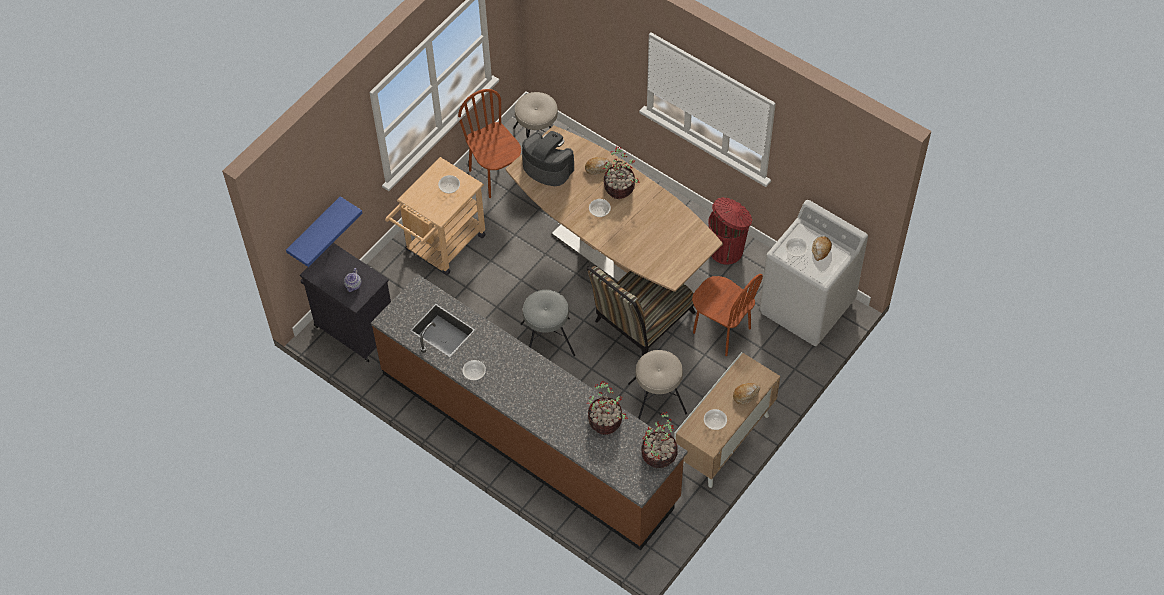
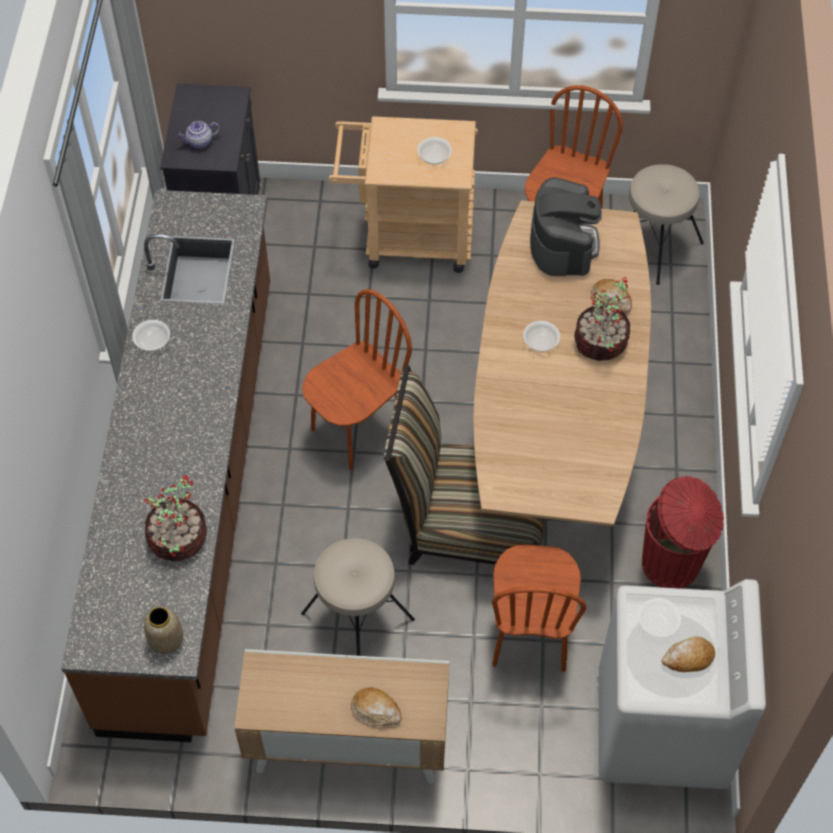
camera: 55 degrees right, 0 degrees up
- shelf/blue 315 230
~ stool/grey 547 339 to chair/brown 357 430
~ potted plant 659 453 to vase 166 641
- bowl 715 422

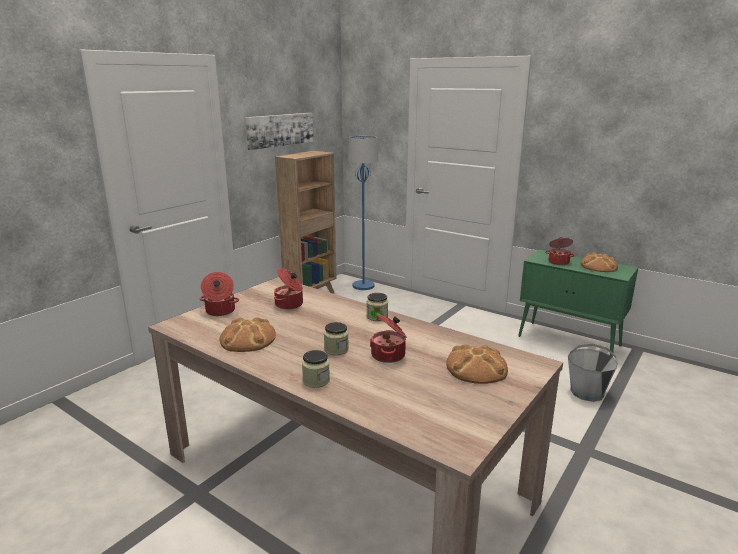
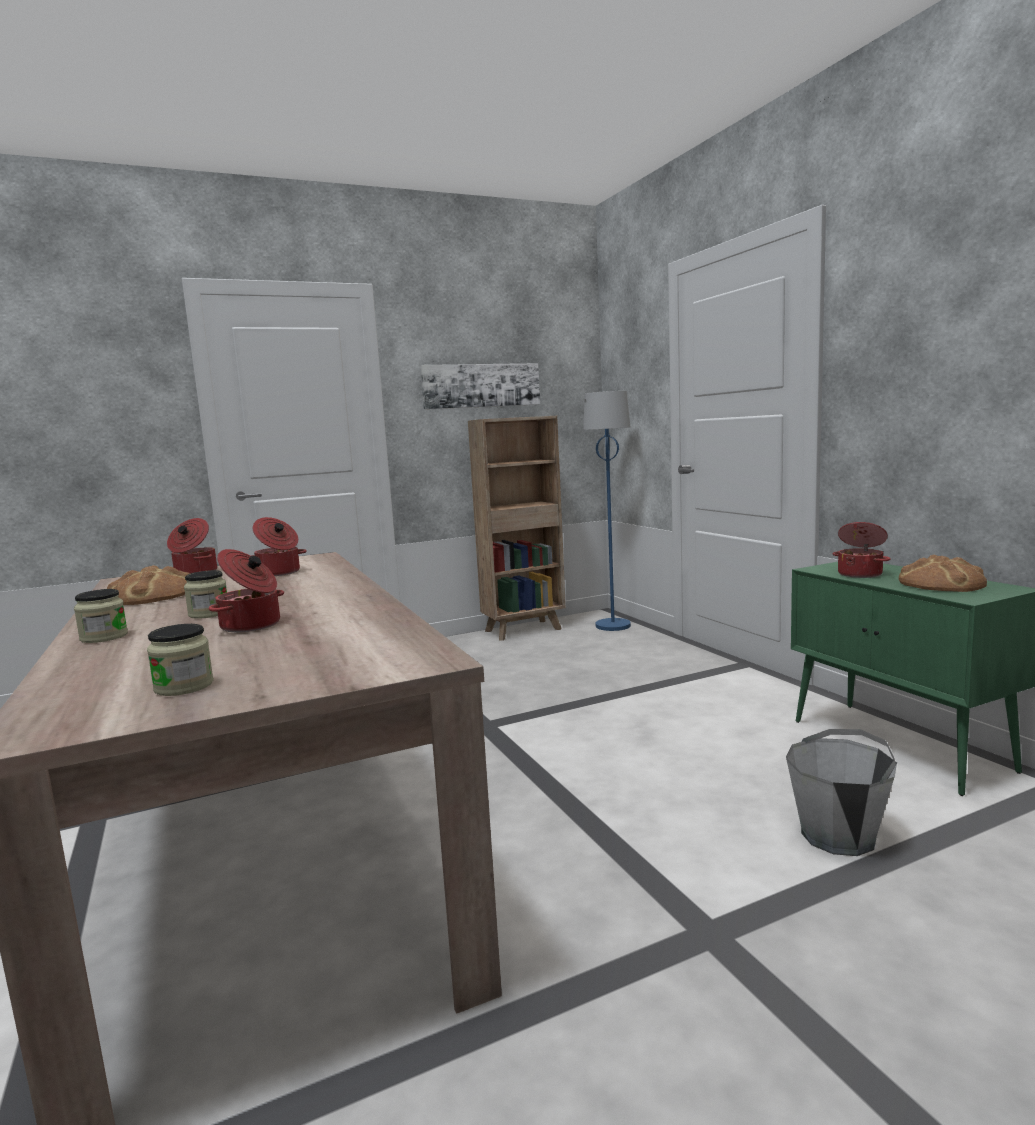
camera: 30 degrees right, 10 degrees down
~ jar 377 317 to 184 686
- bread 476 368

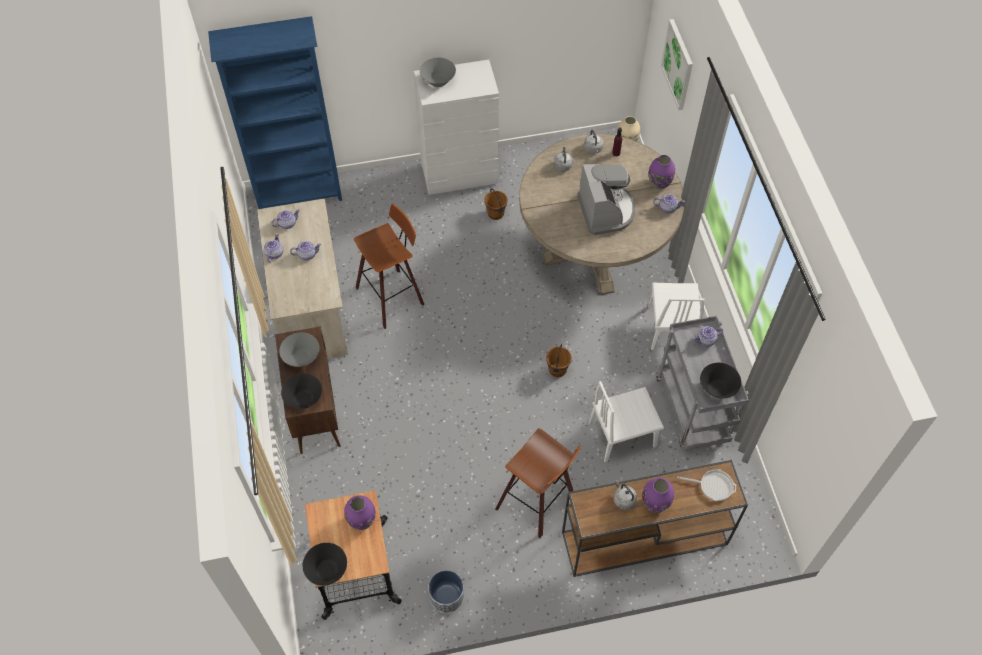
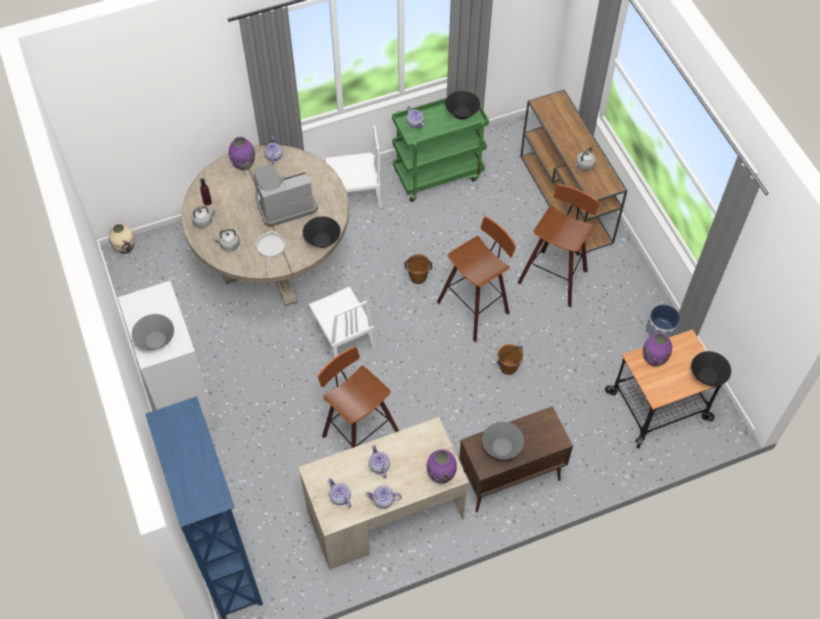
camera: 100 degrees left, 0 degrees up
~ bowl/black 304 398 to 322 240
~ bucket/brown 496 214 to 508 367
~ chair/white 622 434 to 343 337
~ vase/purple 655 503 to 441 474
~ cart/grey 693 411 to cart/green 438 174
- picture 678 64
~ frying pan 713 485 to 270 248
+ stool 475 307

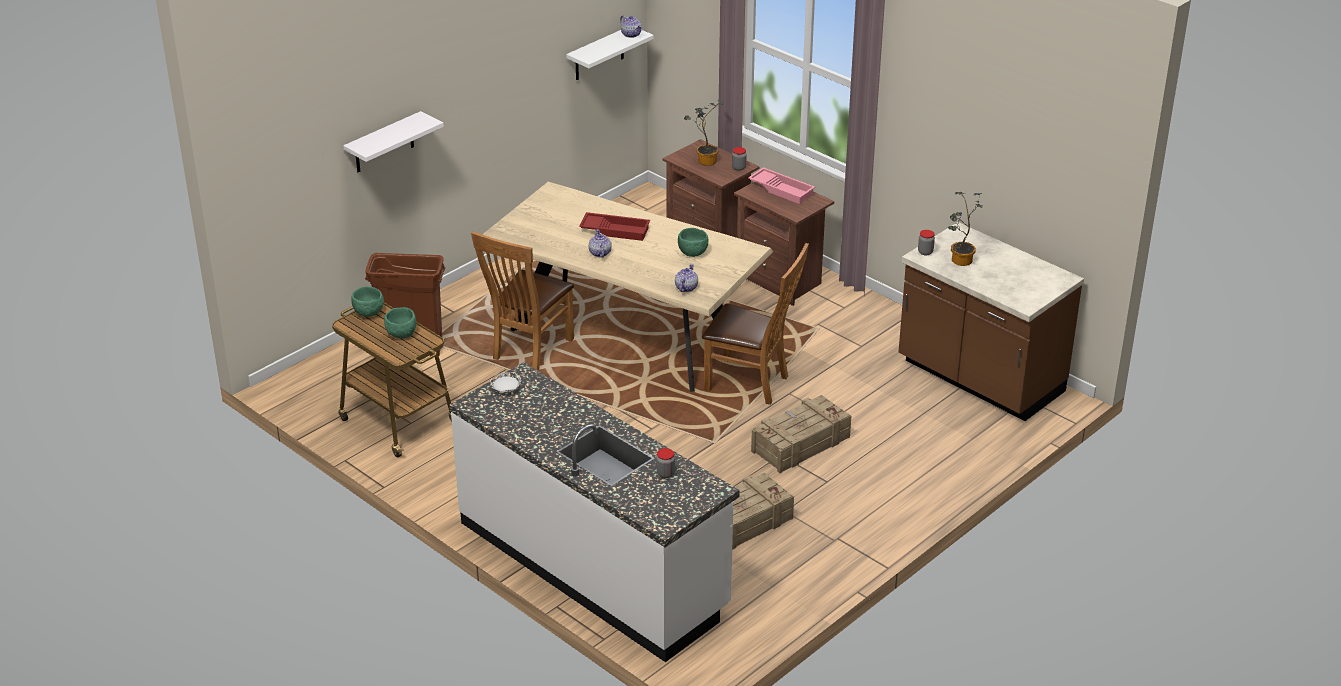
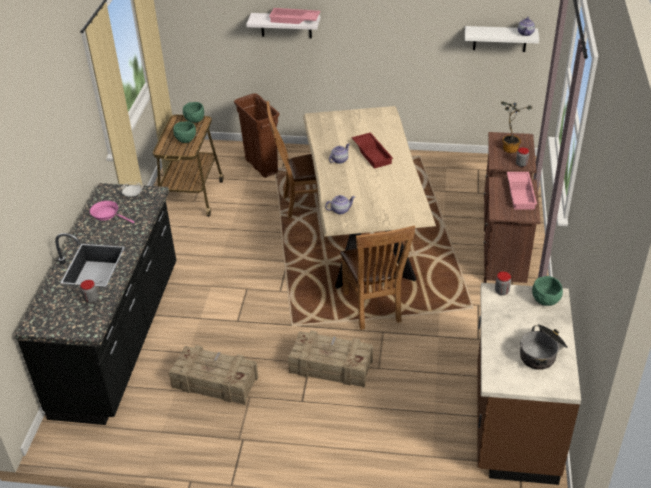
camera: 55 degrees right, 5 degrees up
~ counter/white 593 566 to counter/black 120 338
~ bowl/green 692 253 to 544 300
- potted plant 959 261
+ frying pan/pink 107 214
+ tray/pink 294 20
+ cooking pot 542 353

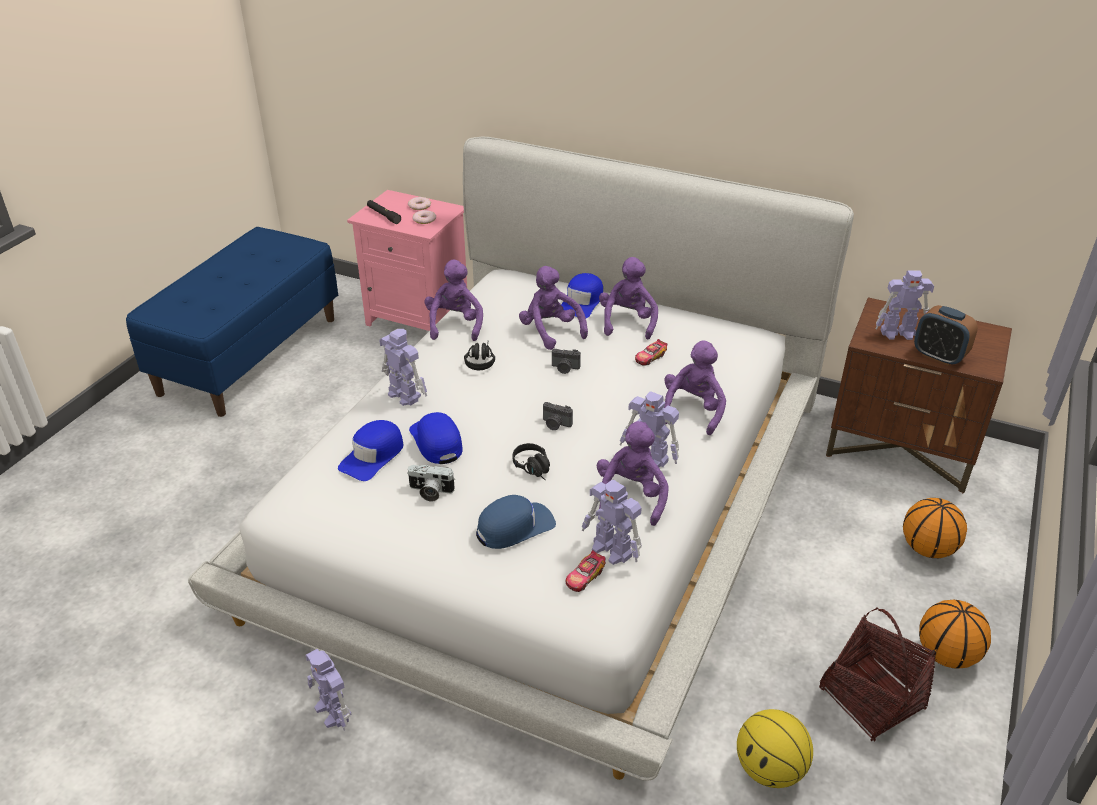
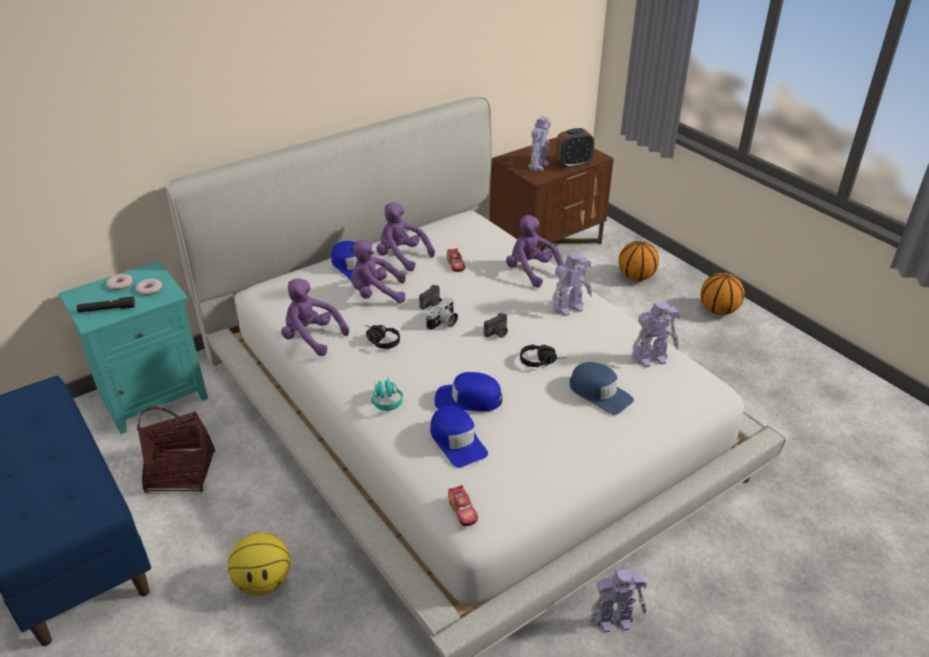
camera: 60 degrees left, 0 degrees up
~ nightstand/pink 419 318 to nightstand/turquoise 154 395
~ toy robot 403 395 to headphones/turquoise 386 398
~ photo camera 430 492 to 443 323
~ cap/blue 515 527 = 599 393 135 degrees clockwise
~ toy car 584 577 to 463 510
- plush toy/purple 631 497
~ basketball 770 770 to 264 582
~ basket 871 699 to 181 472

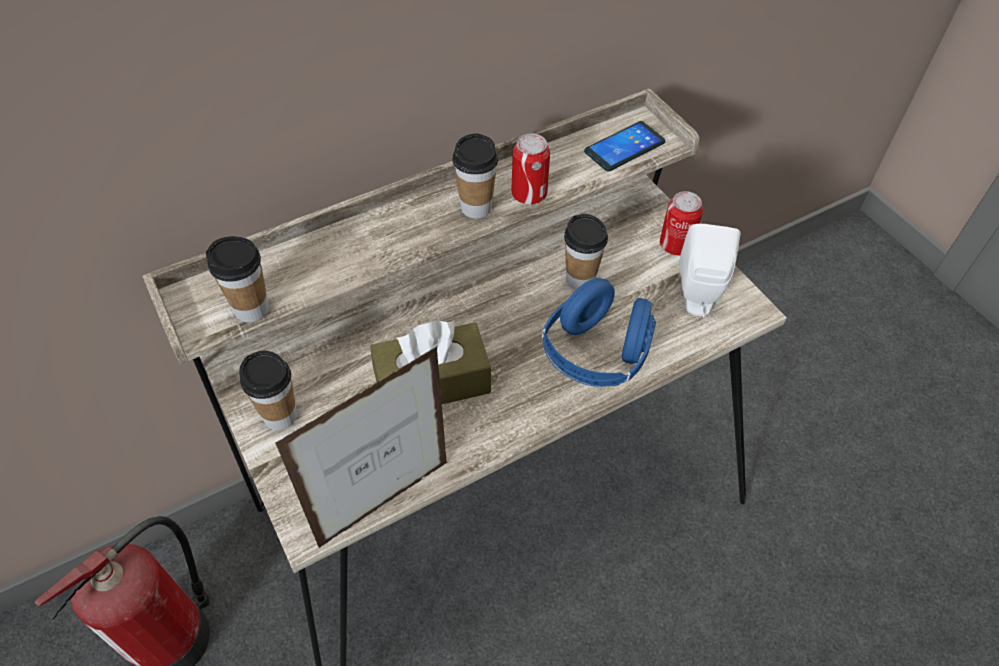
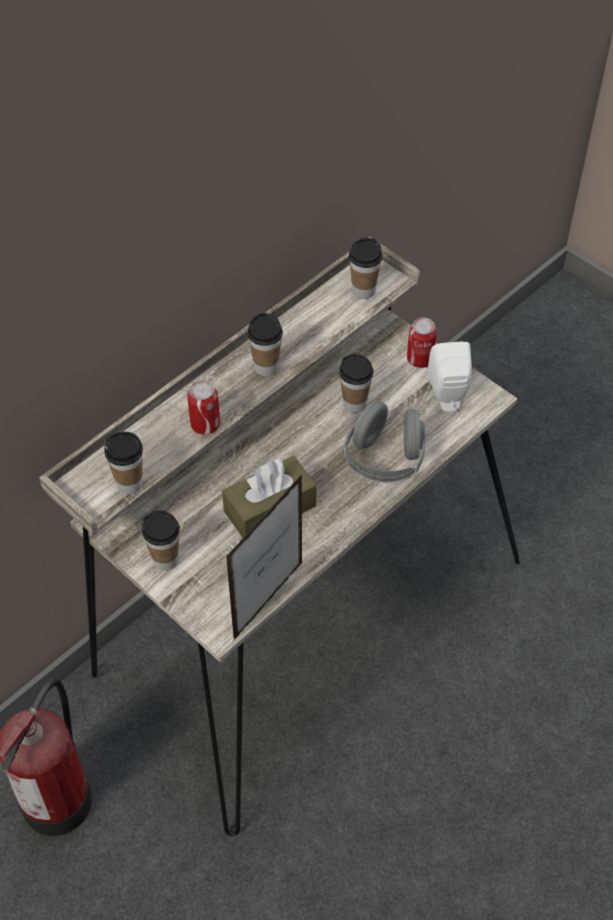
camera: 15 degrees left, 0 degrees up
~ can 529 194 to 205 424
~ headphones/blue 596 355 to headphones/grey 384 459
~ phone 624 147 to cup 363 291

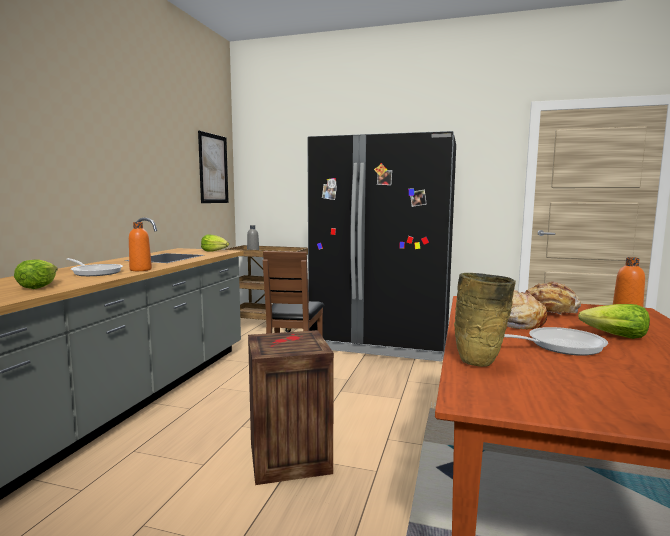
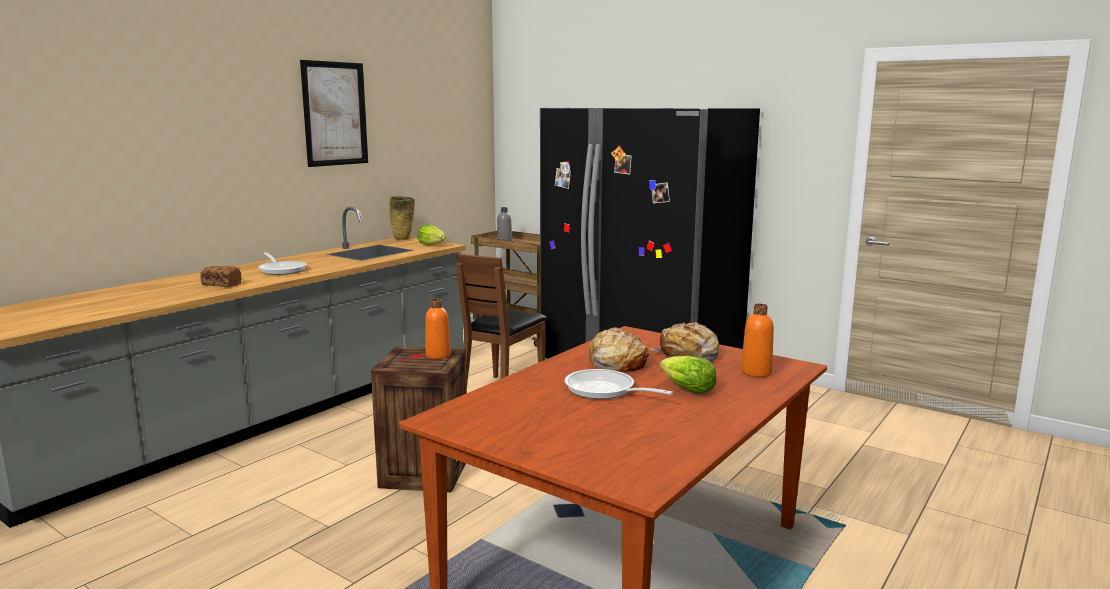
camera: 20 degrees right, 5 degrees up
~ lettuce 38 286 to bread 221 284
~ bottle/orange 140 270 to 438 355
~ picture 213 169 to 335 114
~ vase/beige 481 363 to 403 239
~ frying pan 559 346 = 605 391 150 degrees counterclockwise

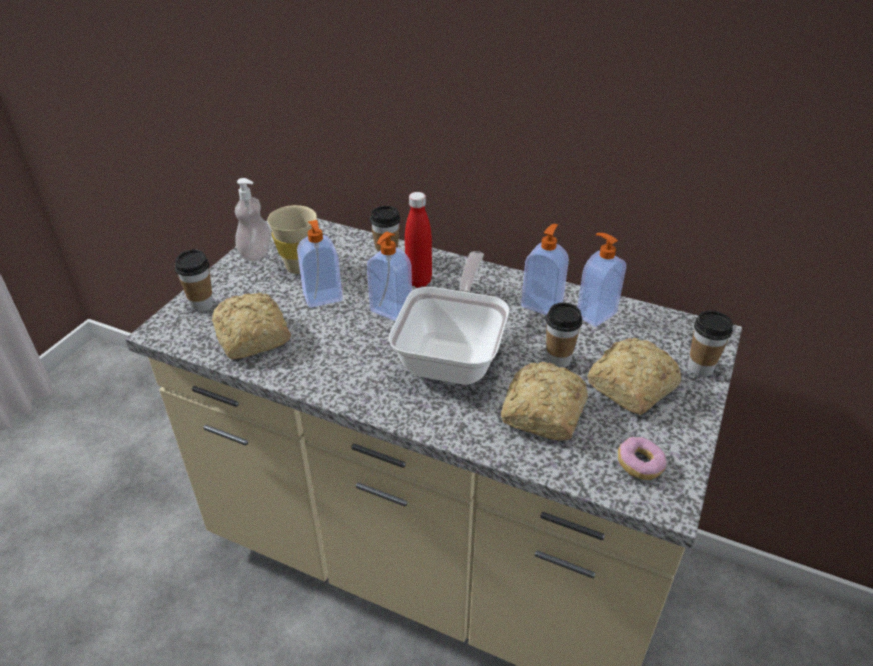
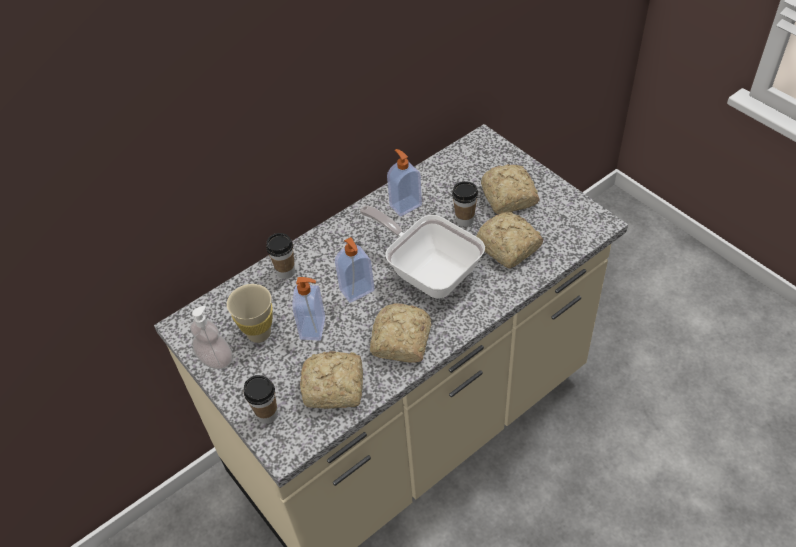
camera: 60 degrees left, 10 degrees up
- bottle/red 418 281
- soap dispenser 595 314
- donut 639 465
- cup 700 368
+ bread 400 342

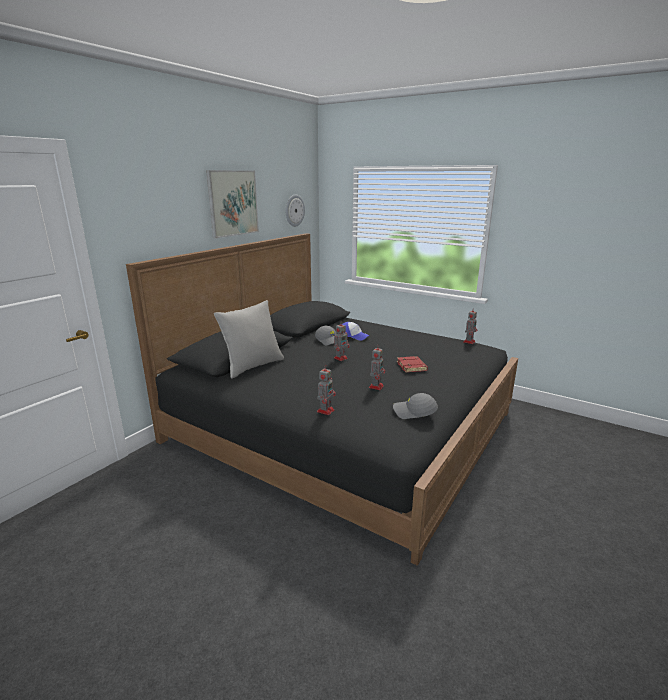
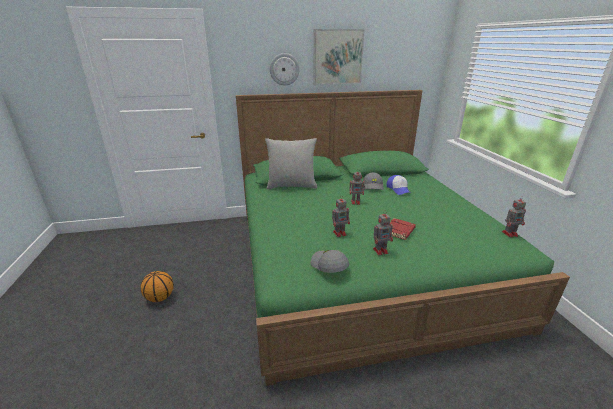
camera: 45 degrees right, 5 degrees up
~ bed/black 342 426 to bed/green 358 261
~ wall clock 294 210 to 284 69
~ toy robot 326 410 to 381 250
+ basketball 160 297

